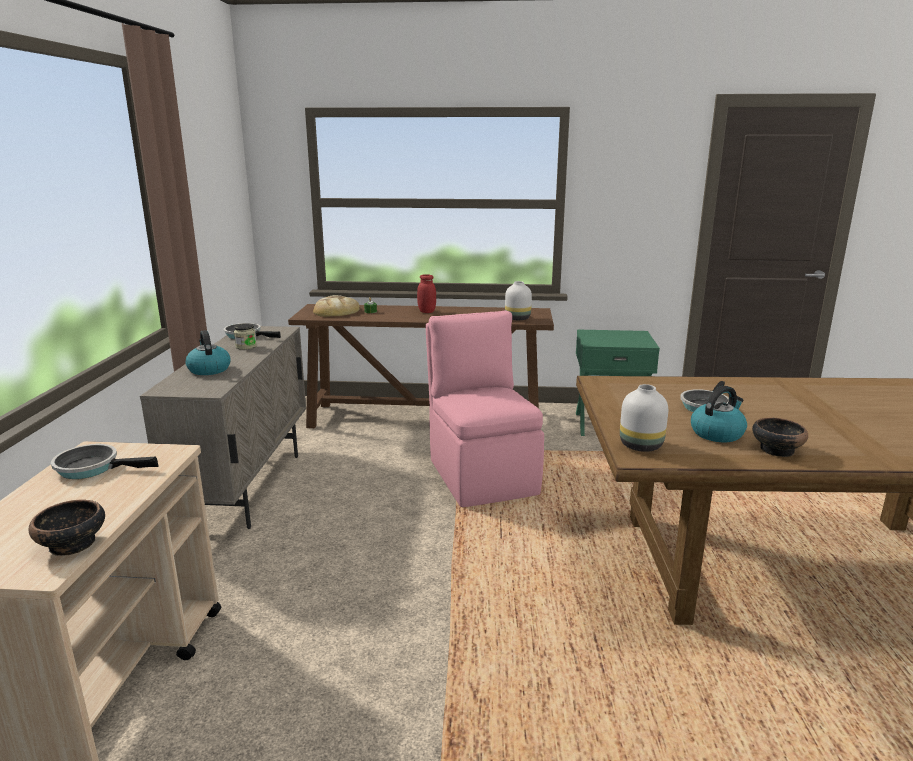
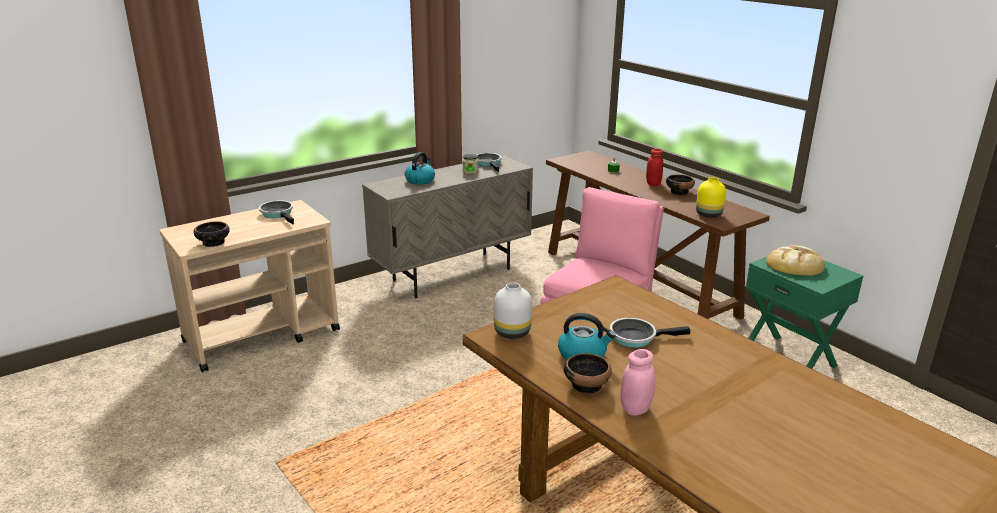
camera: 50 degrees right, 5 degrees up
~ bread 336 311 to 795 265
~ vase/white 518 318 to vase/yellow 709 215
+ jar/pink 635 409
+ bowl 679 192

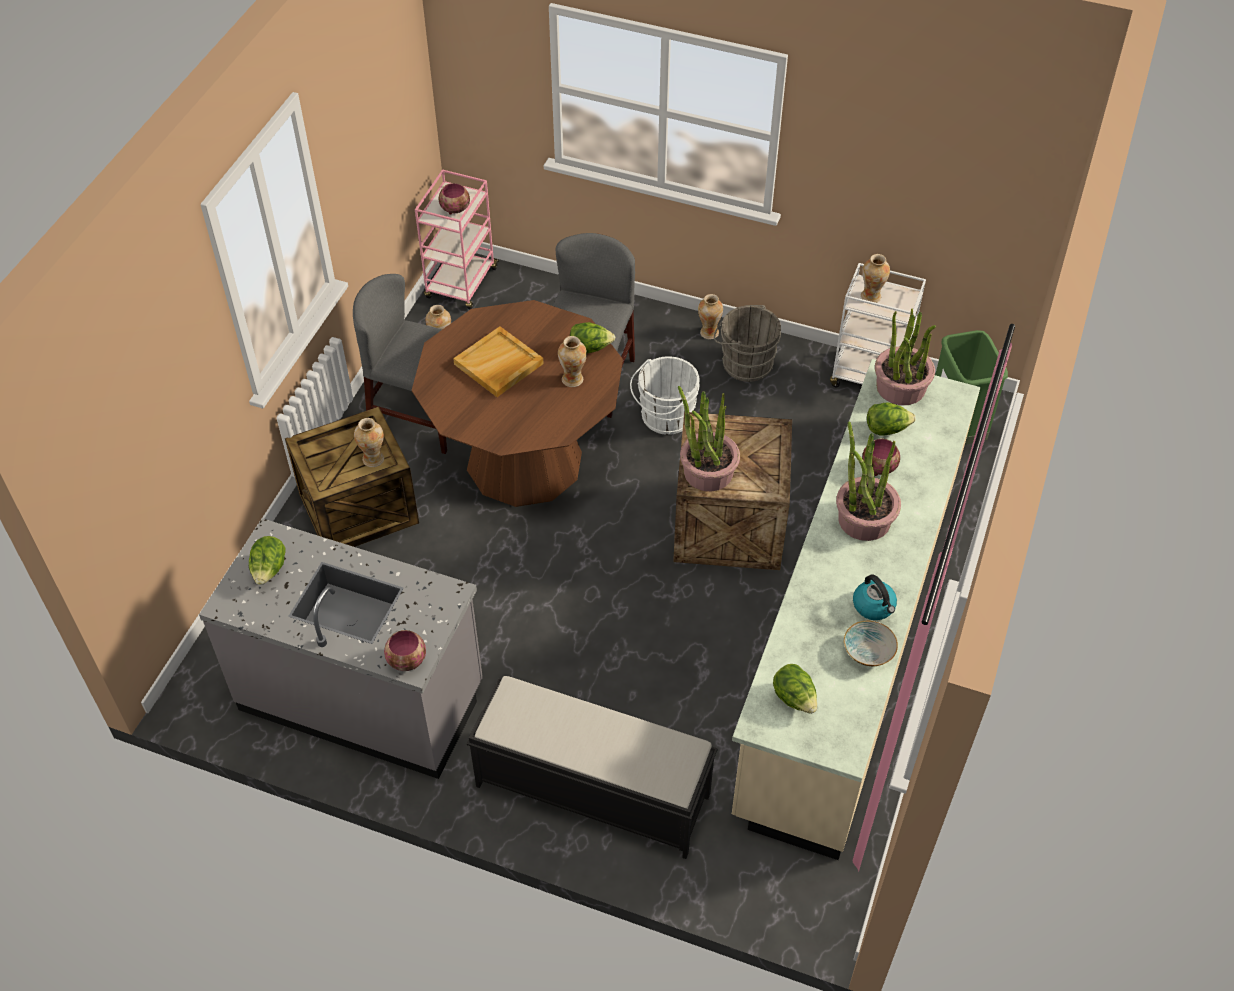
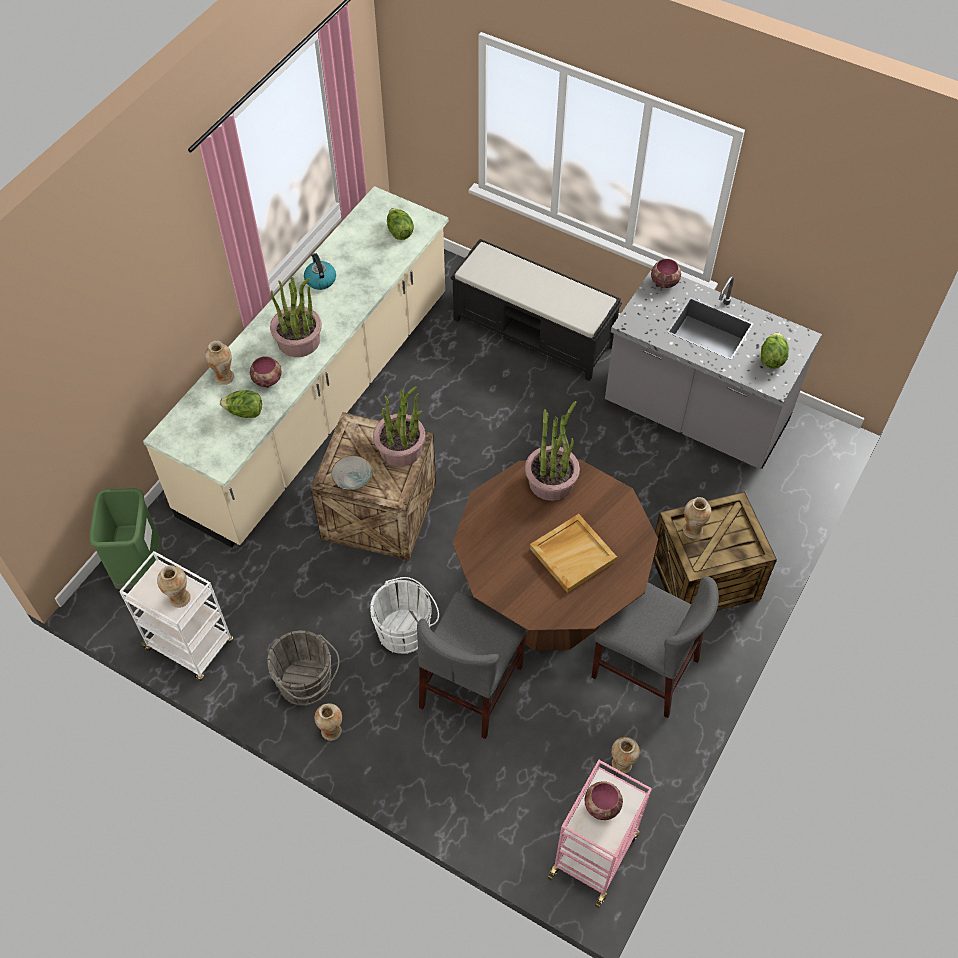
camera: 170 degrees left, 5 degrees up
~ vase 572 379 to 224 377
- lettuce 590 348
~ bowl 868 651 to 352 480
~ potted plant 900 387 to 551 481

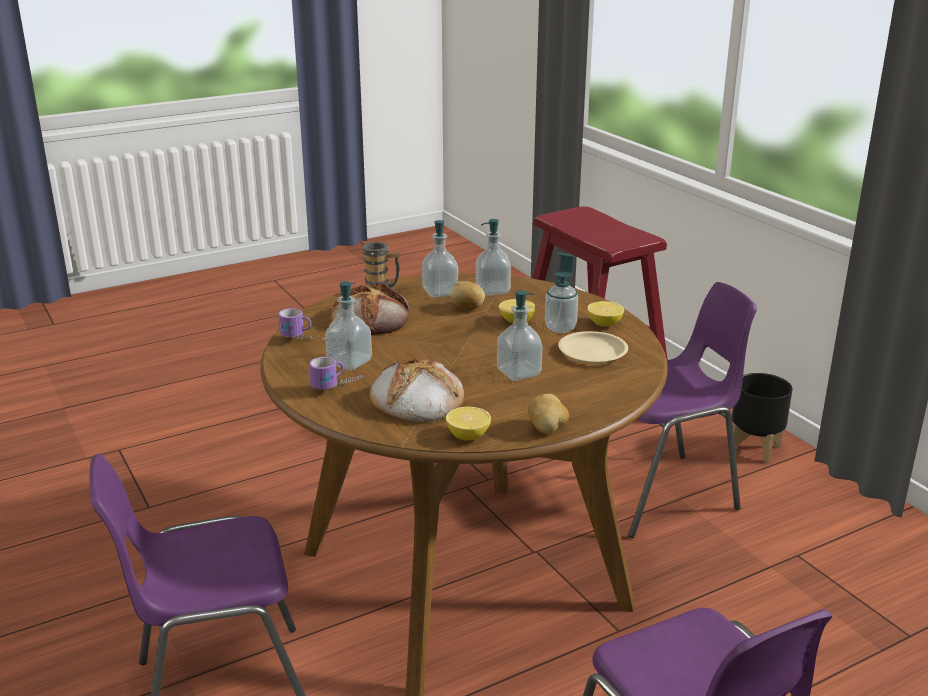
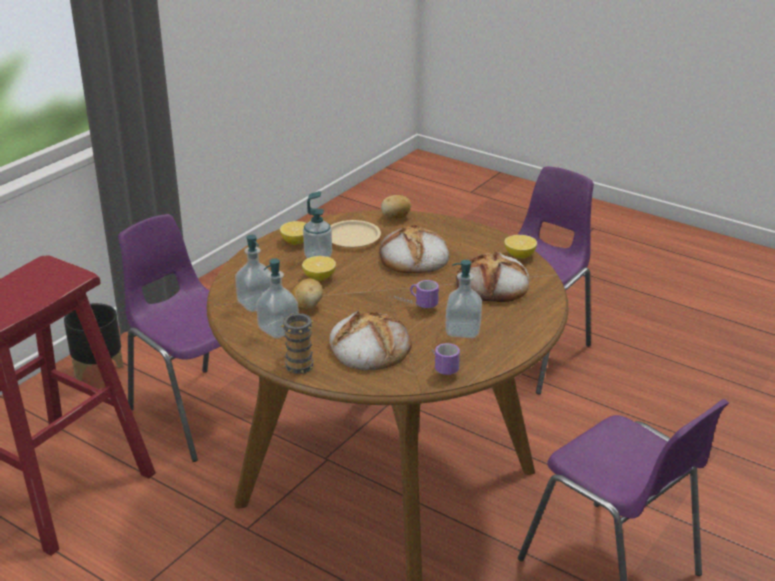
camera: 115 degrees left, 5 degrees up
~ mug 338 387 to 415 305
~ soap dispenser 518 373 to bread 413 257
~ potato 547 429 to 395 217

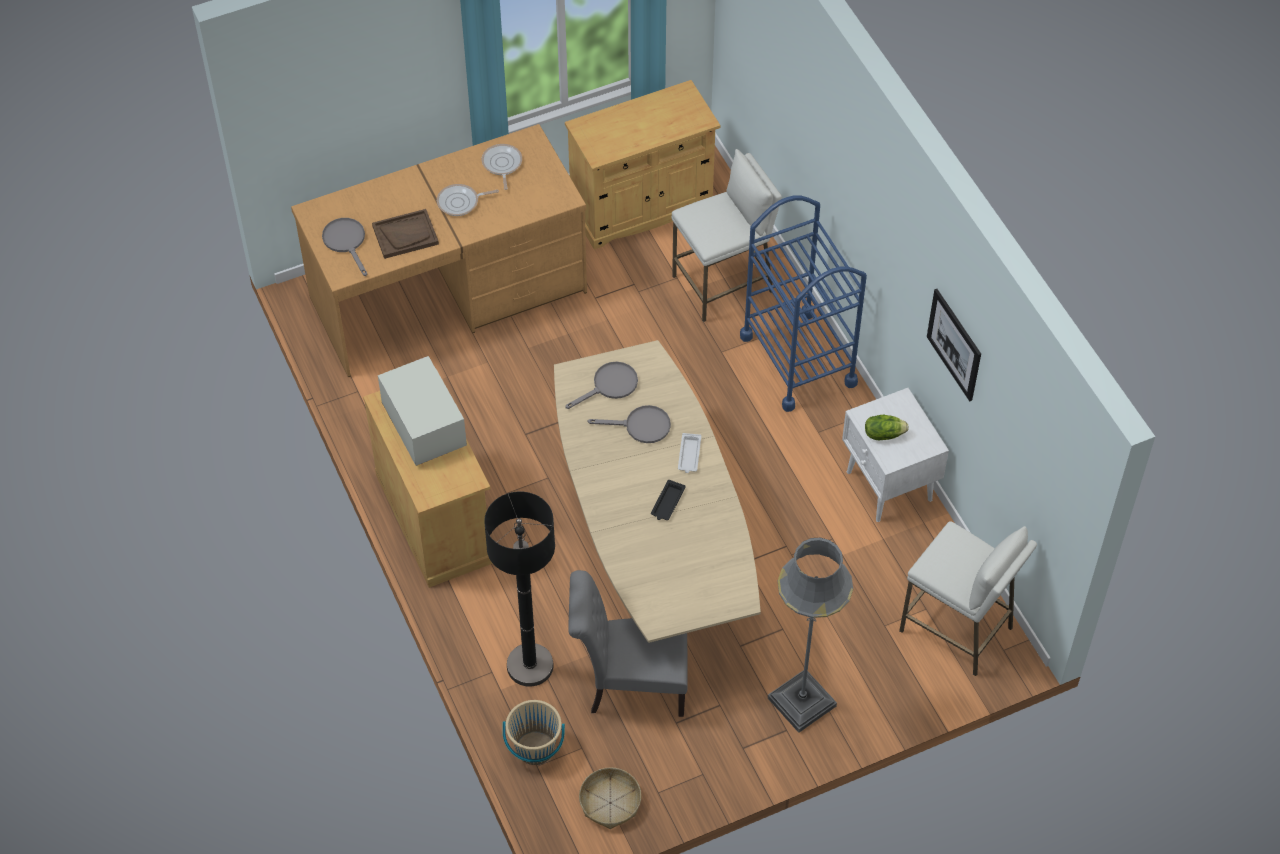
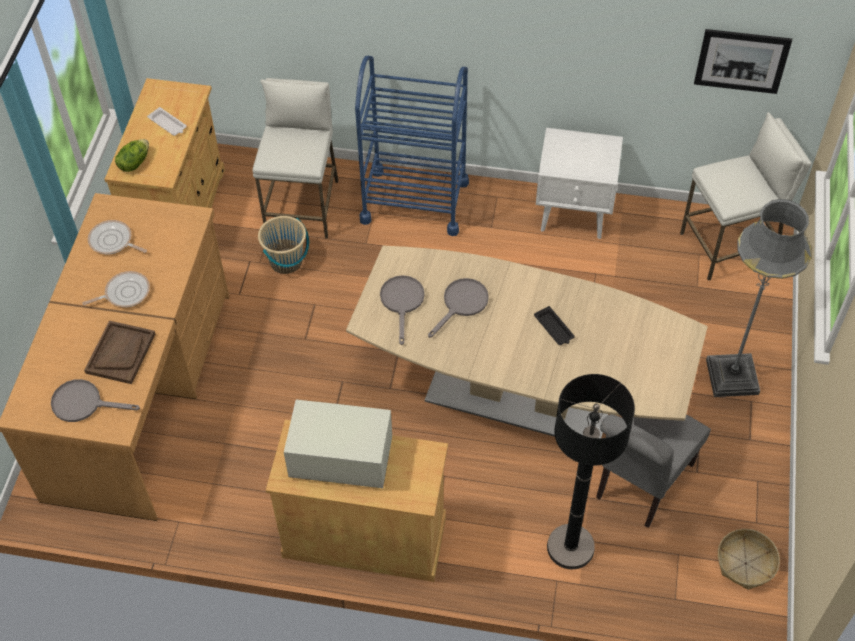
camera: 55 degrees left, 0 degrees up
~ frying pan 460 202 = 125 293 135 degrees counterclockwise
~ bucket/beige 535 749 to 286 261
~ tray/white 689 455 to 168 124
~ lettuce 883 434 to 134 163
~ picture 954 344 to 741 61

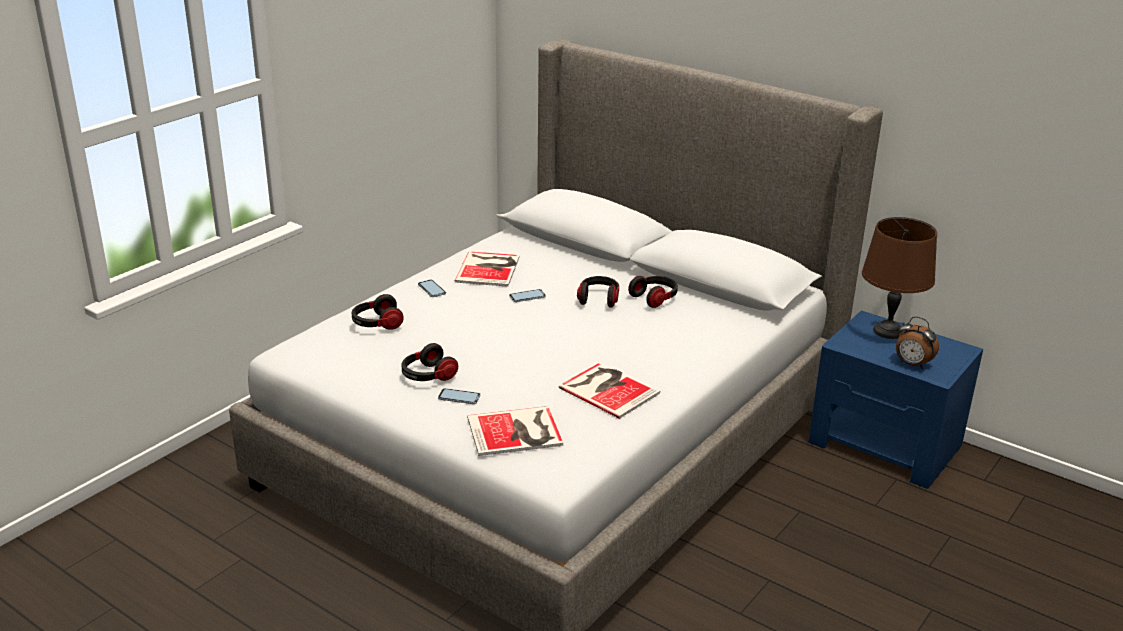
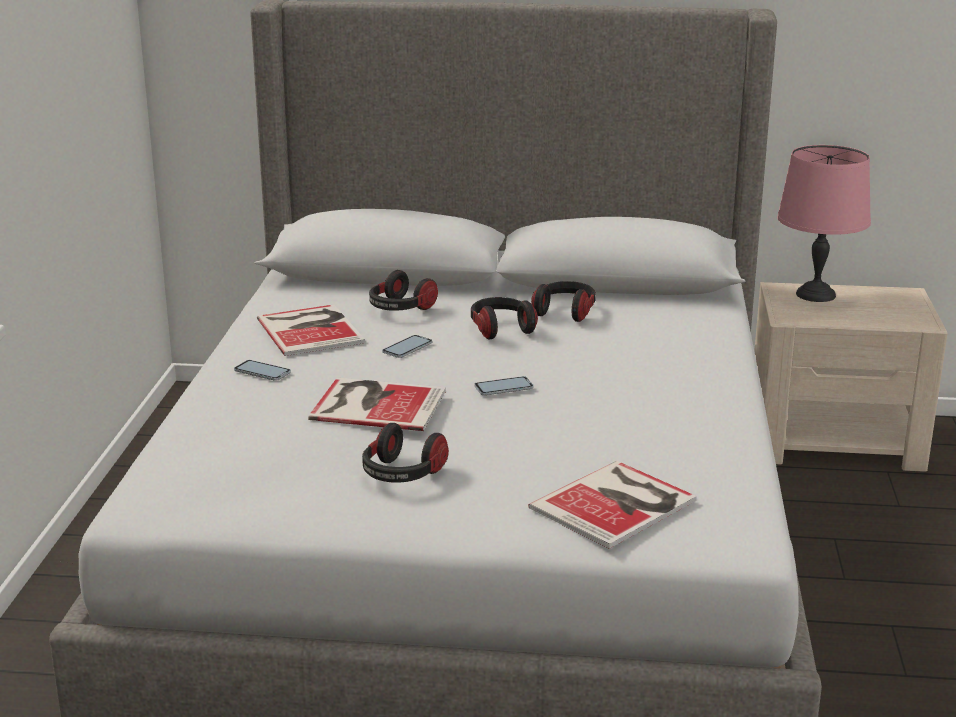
camera: 30 degrees left, 5 degrees down
~ headphones 376 324 to 400 309
~ phone 459 397 to 503 387
~ book 608 389 to 375 404
~ nightstand/blue 885 444 to nightstand/beige 835 440
~ table lamp/brown 888 331 to table lamp/pink 816 295
- alarm clock 912 364

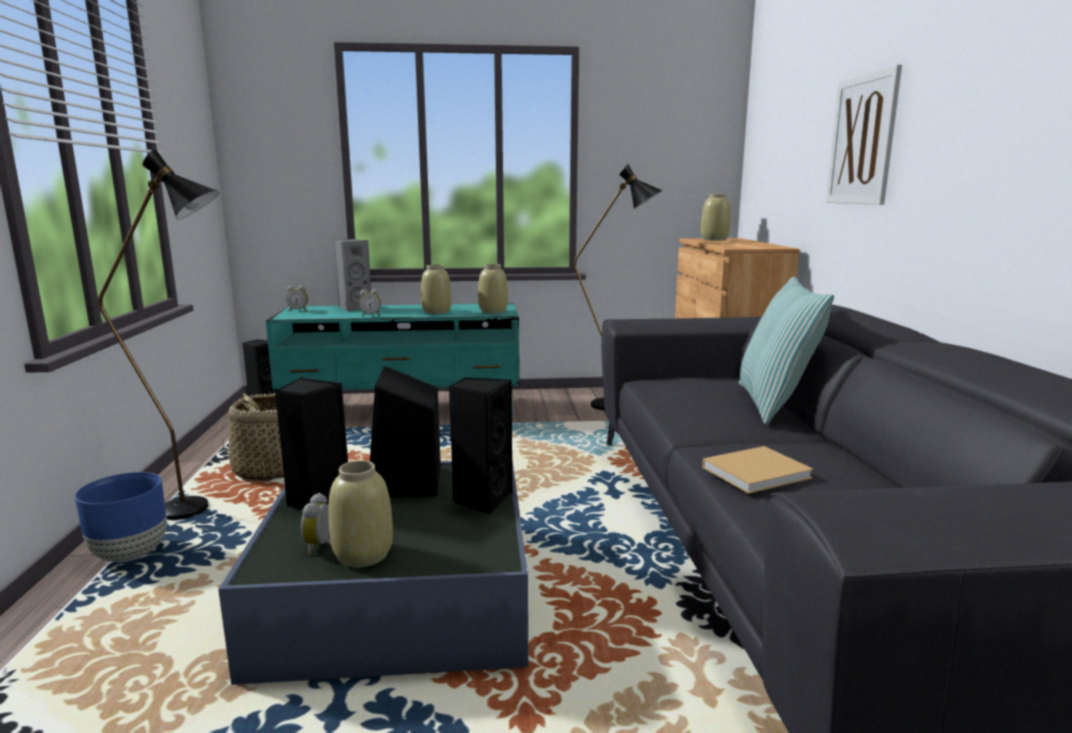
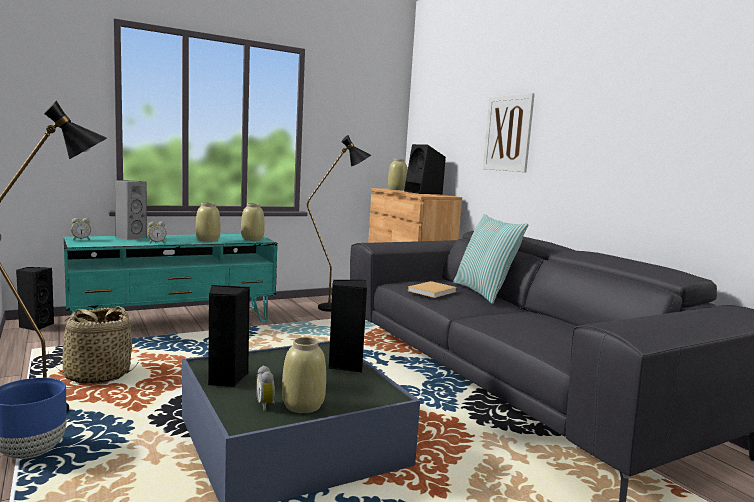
camera: 25 degrees left, 5 degrees down
~ speaker/black 406 483 to 424 193
~ book/beige 758 472 to 433 291

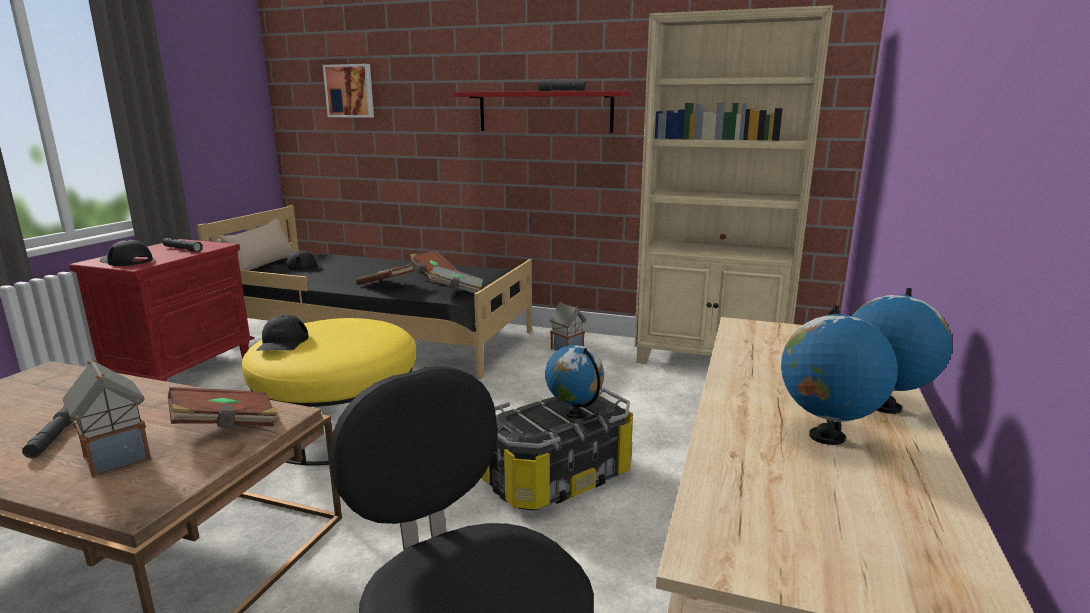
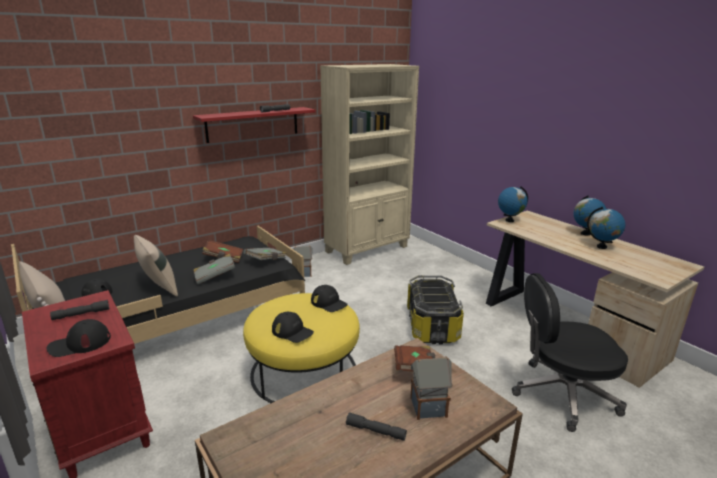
camera: 55 degrees left, 5 degrees up
- picture 350 91
~ book/brown 386 285 to book/grey 215 276
~ globe 574 413 to 509 220
+ pillow/beige 159 288
+ cap/black 329 303

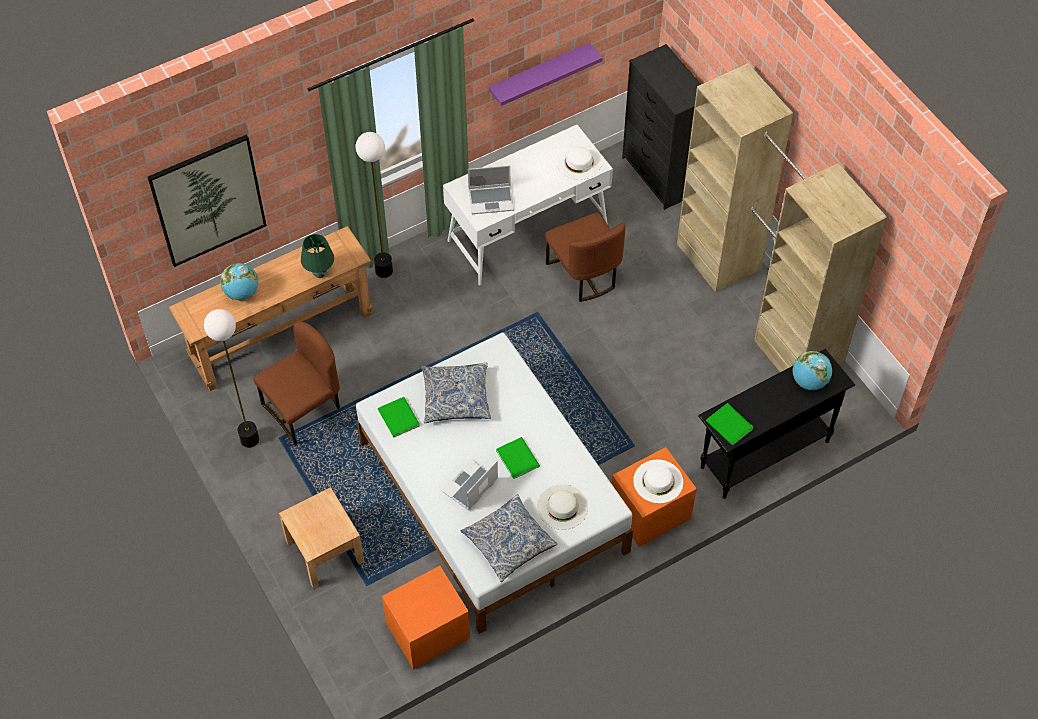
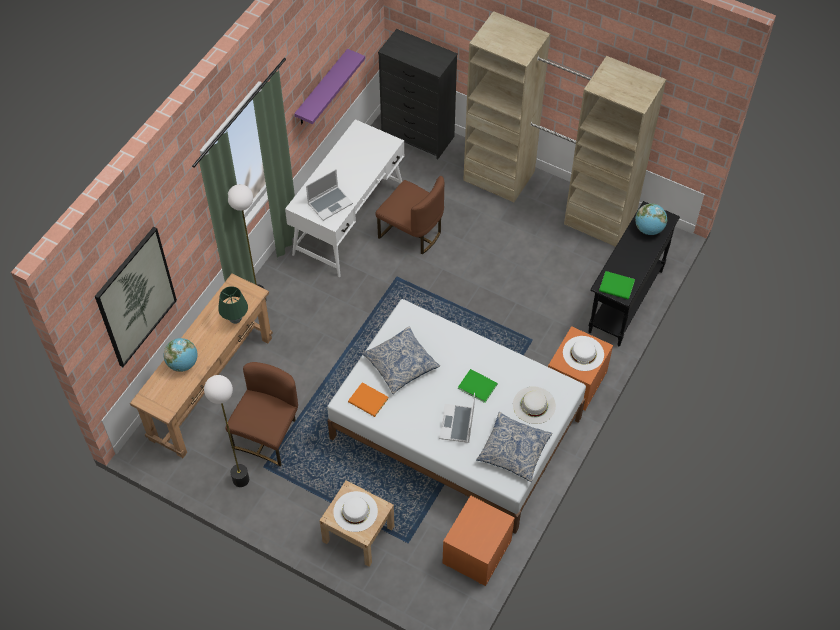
camera: 30 degrees left, 0 degrees up
~ book/green 398 419 to book/orange 368 401
~ hat/white 579 162 to 355 511

